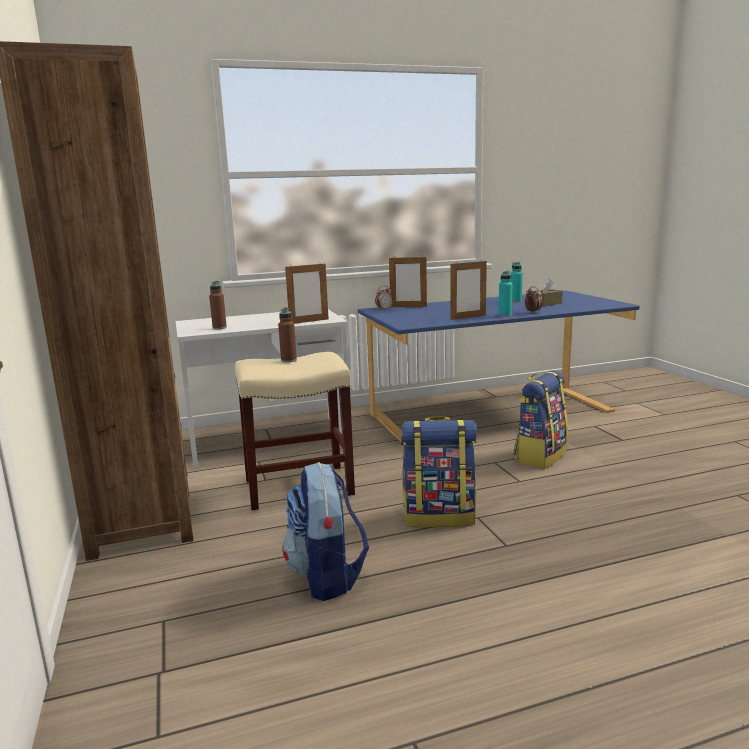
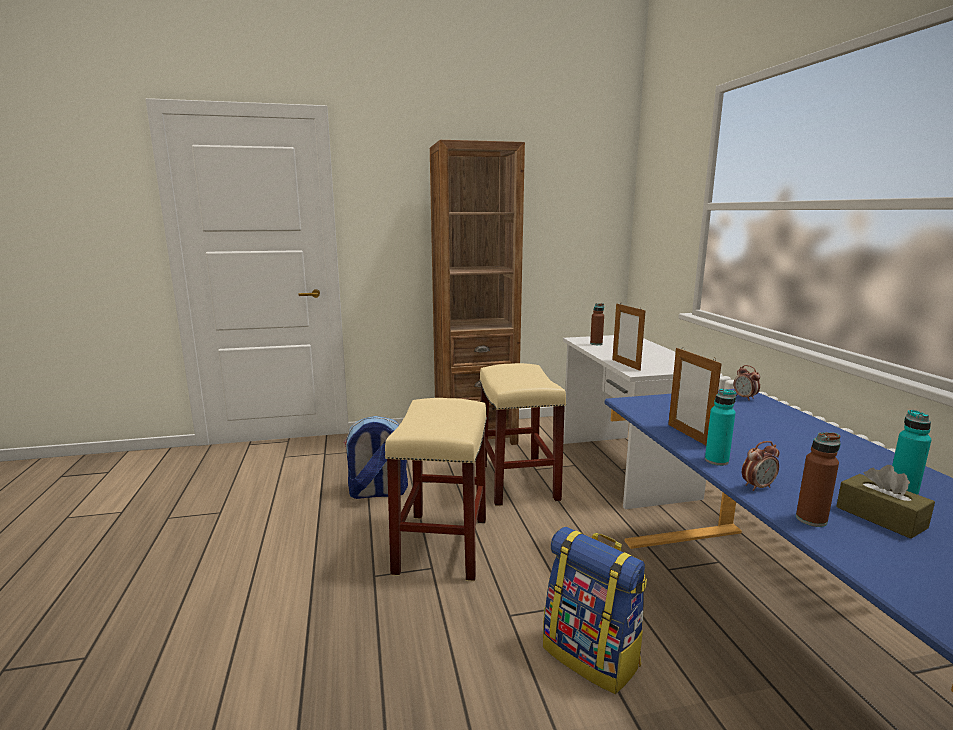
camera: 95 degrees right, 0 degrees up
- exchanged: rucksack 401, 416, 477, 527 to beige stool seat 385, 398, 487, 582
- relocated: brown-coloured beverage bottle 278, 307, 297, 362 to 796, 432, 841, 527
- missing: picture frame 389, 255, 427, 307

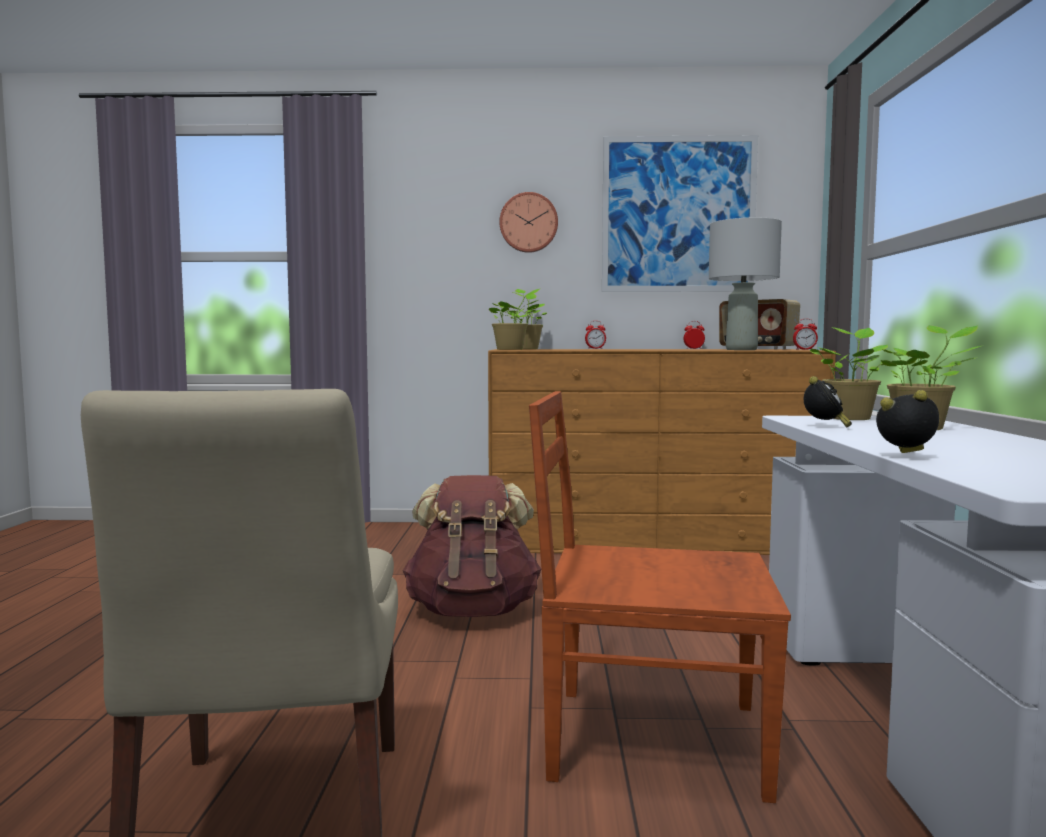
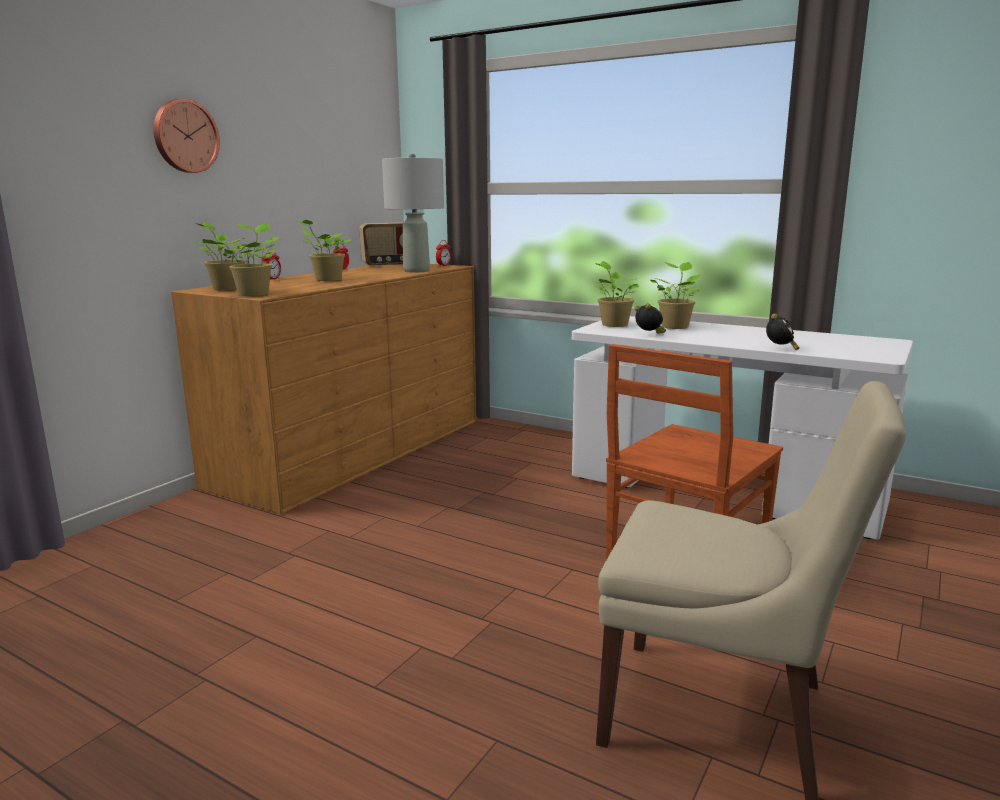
camera: 60 degrees left, 10 degrees up
- appeared: houseplant 296, 220, 352, 281
- spun: alarm clock 876, 390, 939, 453 = 766, 314, 800, 350 150 degrees clockwise
- missing: brown-coloured rucksack 403, 475, 541, 617
- missing: wall picture 602, 135, 758, 292

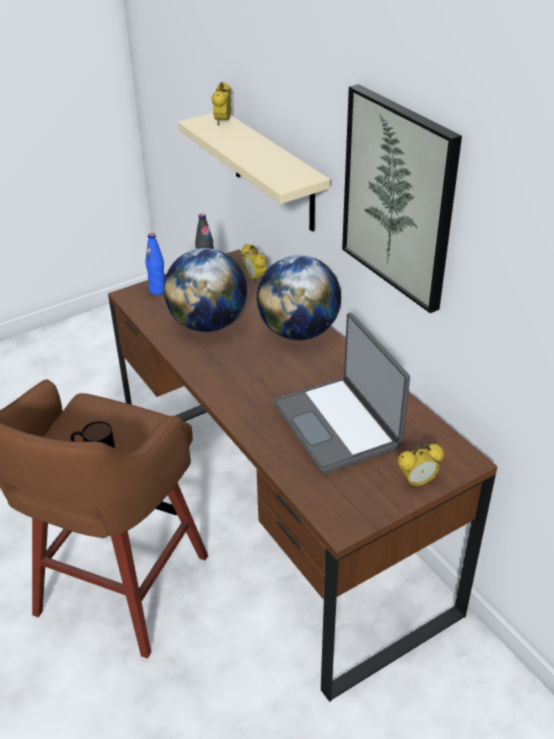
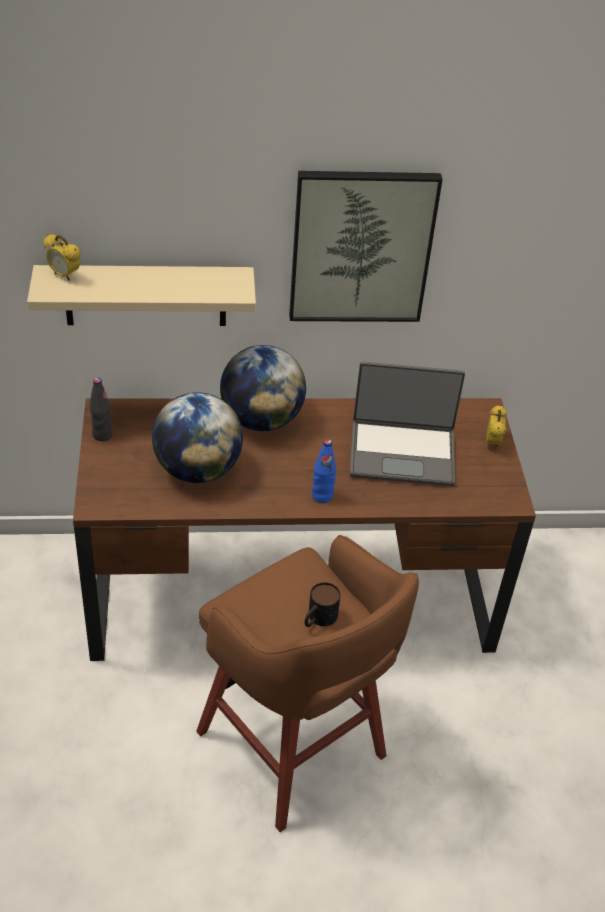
camera: 65 degrees left, 5 degrees up
- relocated: bluish beverage bottle 145, 233, 165, 295 to 312, 439, 336, 503
- missing: alarm clock 241, 244, 267, 283

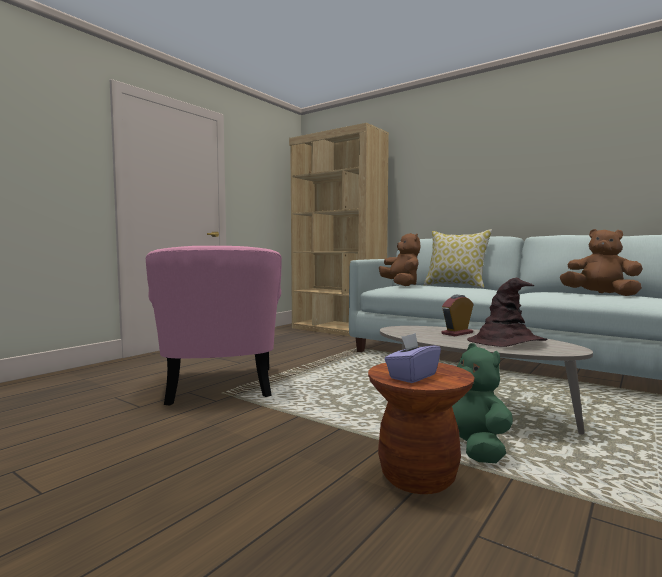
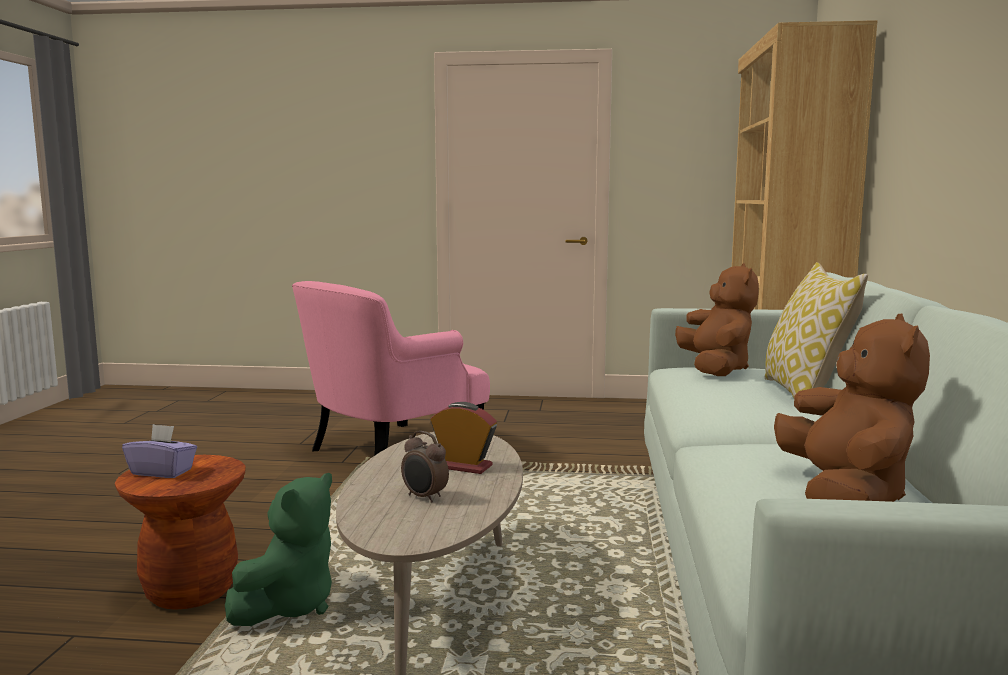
camera: 60 degrees right, 5 degrees up
- exchanged: brown-coloured clothing hat 467, 278, 548, 347 to alarm clock 401, 431, 449, 503
- spun: brown-coloured soft toy 379, 233, 421, 286 = 675, 263, 759, 376 45 degrees counterclockwise

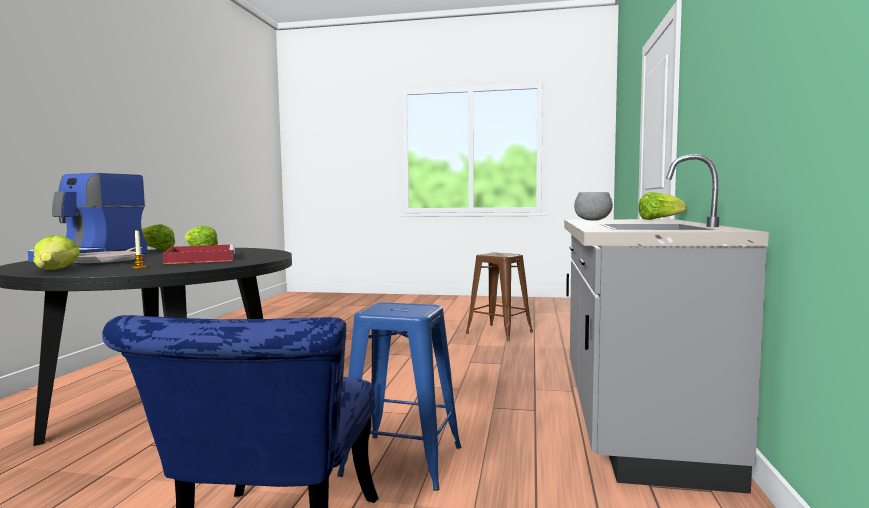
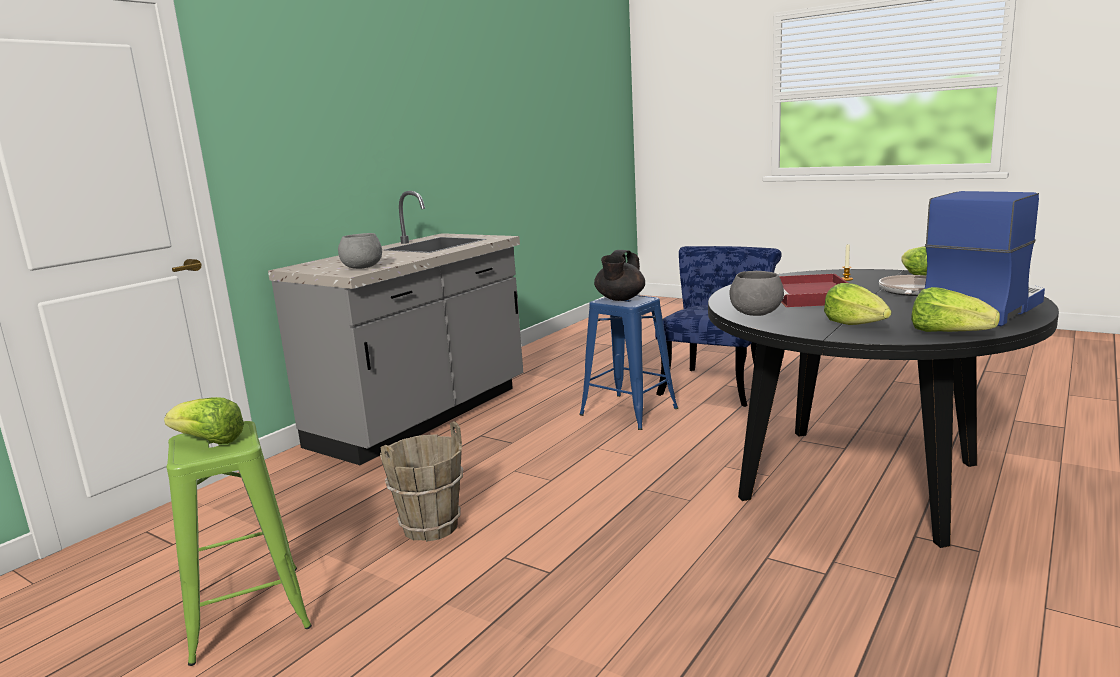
camera: 155 degrees left, 10 degrees up
- relocated: lettuce head 638, 192, 686, 220 to 164, 397, 244, 444
- colour: brown-coloured stool seat 466, 253, 533, 341 to green-coloured stool seat 167, 421, 312, 666
- appeared: brown-coloured bucket 380, 421, 463, 542
- appeared: blackish teapot 594, 250, 645, 301
- appeared: greyish serving bowl 730, 271, 784, 316

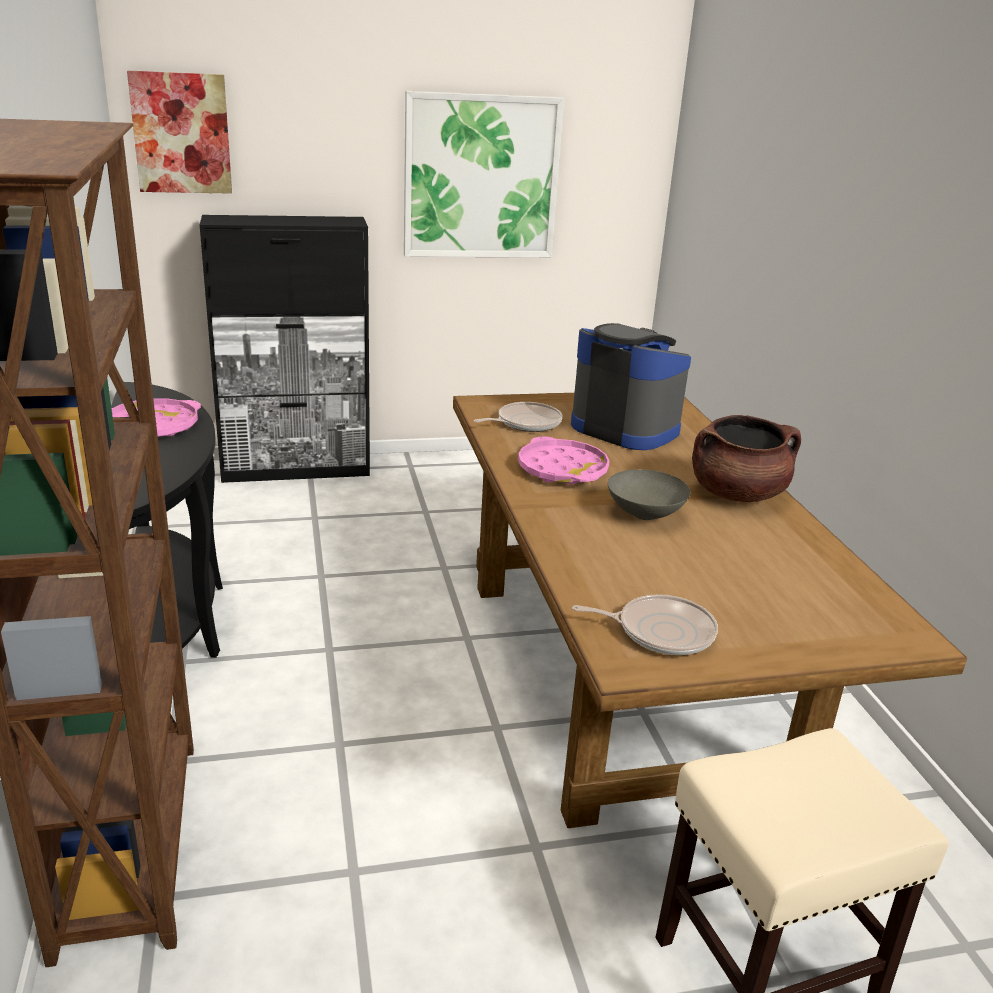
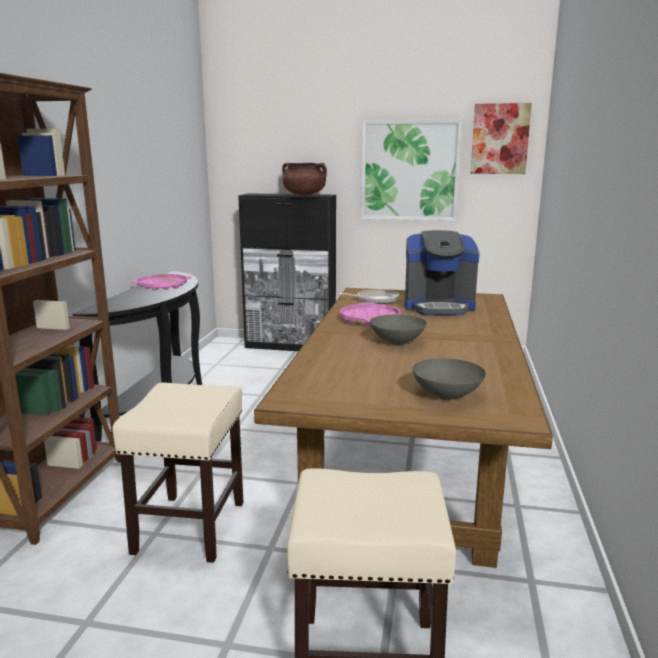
camera: 25 degrees right, 10 degrees down
- appeared: beige stool seat 112, 383, 243, 563
- relocated: brown-coloured stockpot 692, 415, 801, 502 to 282, 163, 327, 195
- spun: coffee brewer 571, 323, 691, 450 = 404, 230, 479, 315 120 degrees clockwise
- appeared: greyish serving bowl 412, 358, 486, 400
- relocated: wall picture 127, 71, 232, 194 to 471, 103, 532, 174
- missing: skillet 572, 594, 718, 655

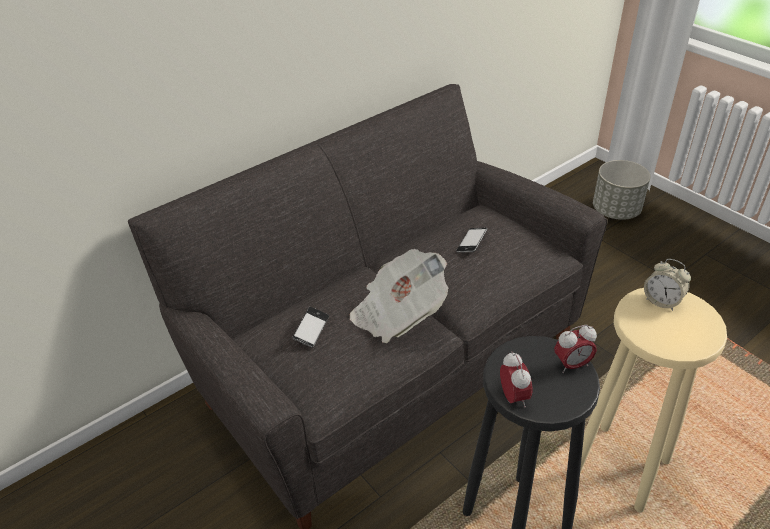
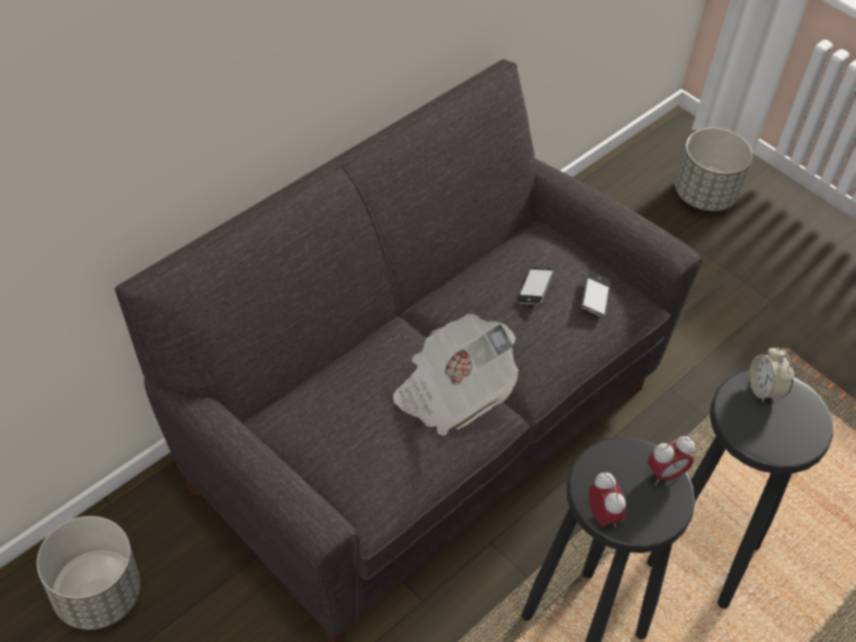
camera: 10 degrees left, 10 degrees up
- appeared: greyish planter 37, 516, 140, 630
- relocated: phone 293, 307, 329, 347 to 582, 271, 610, 318
- colour: beige stool seat 580, 288, 727, 512 to blackish stool seat 647, 370, 833, 609
- spun: alarm clock 644, 259, 691, 311 = 749, 347, 794, 403 45 degrees clockwise

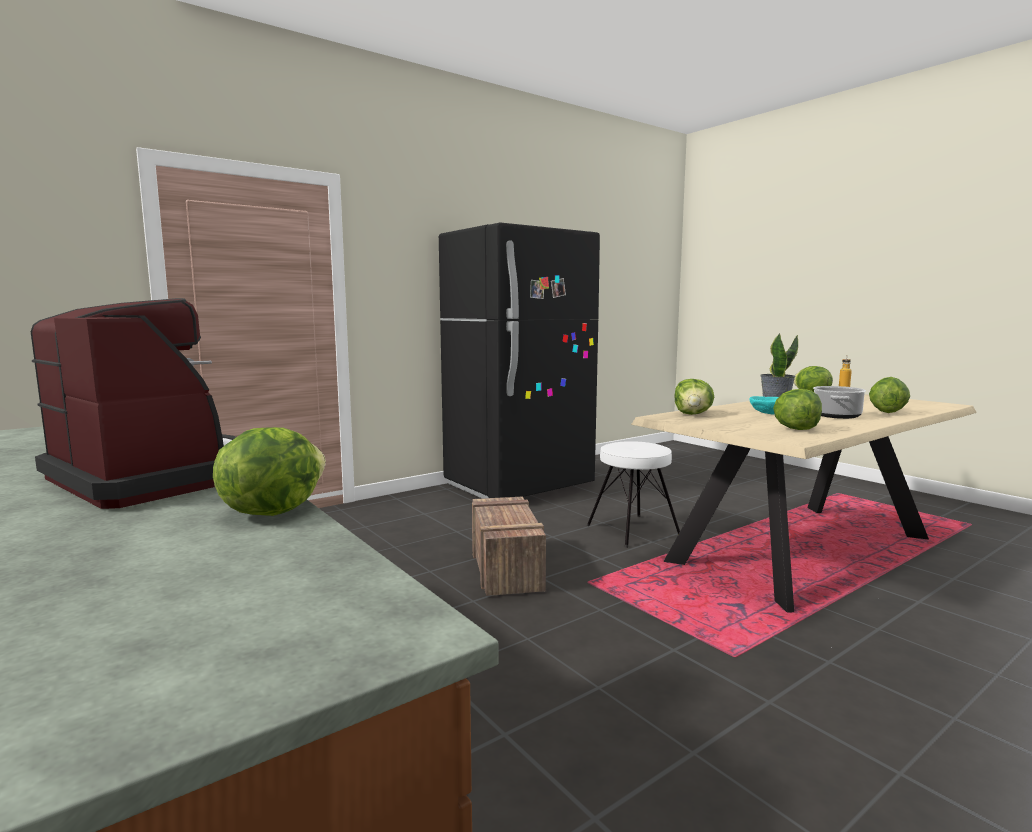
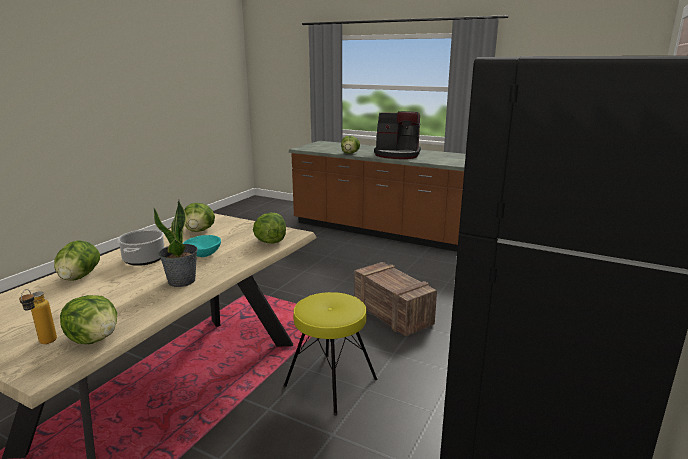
camera: 155 degrees right, 10 degrees up
- colour: white-coloured stool seat 587, 441, 680, 548 to yellow-coloured stool seat 283, 292, 378, 416

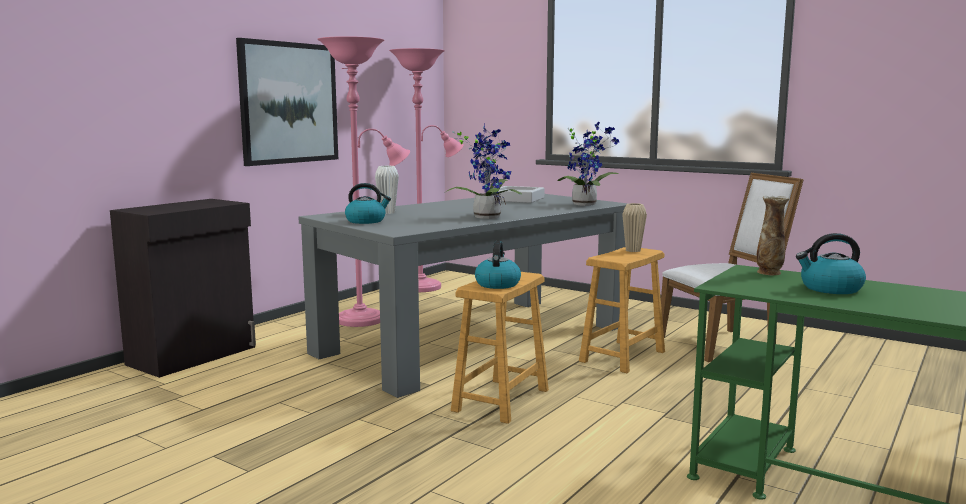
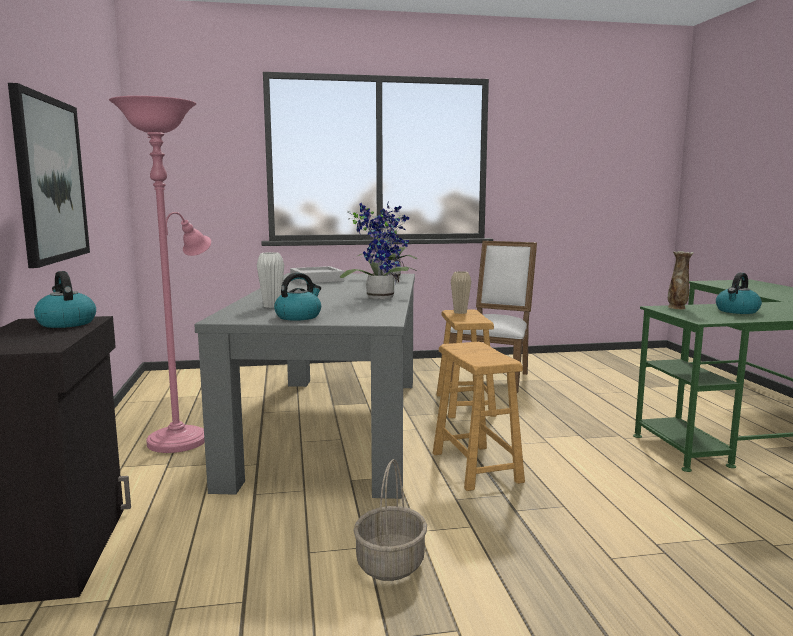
camera: 45 degrees left, 0 degrees up
- relocated: tea kettle 475, 241, 521, 289 to 34, 271, 96, 328
- appeared: basket 353, 459, 427, 581
- missing: pink-coloured standing lamp 389, 48, 464, 292

